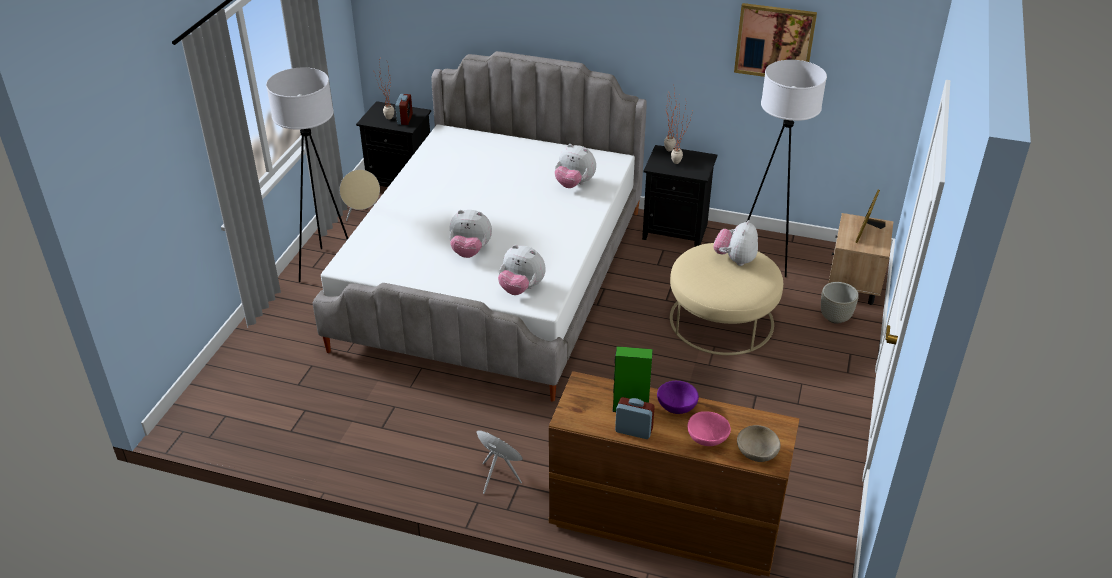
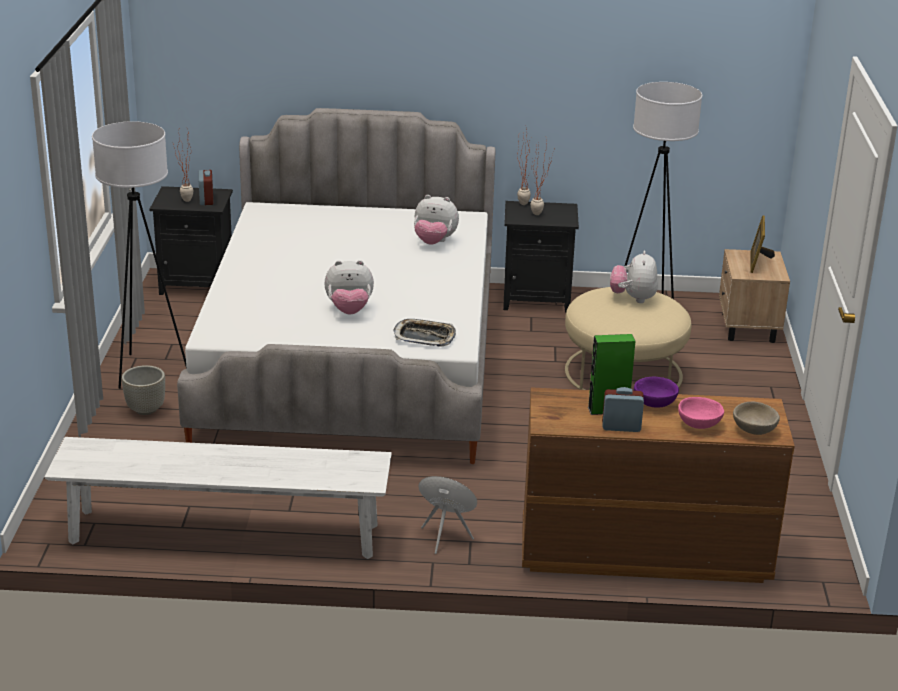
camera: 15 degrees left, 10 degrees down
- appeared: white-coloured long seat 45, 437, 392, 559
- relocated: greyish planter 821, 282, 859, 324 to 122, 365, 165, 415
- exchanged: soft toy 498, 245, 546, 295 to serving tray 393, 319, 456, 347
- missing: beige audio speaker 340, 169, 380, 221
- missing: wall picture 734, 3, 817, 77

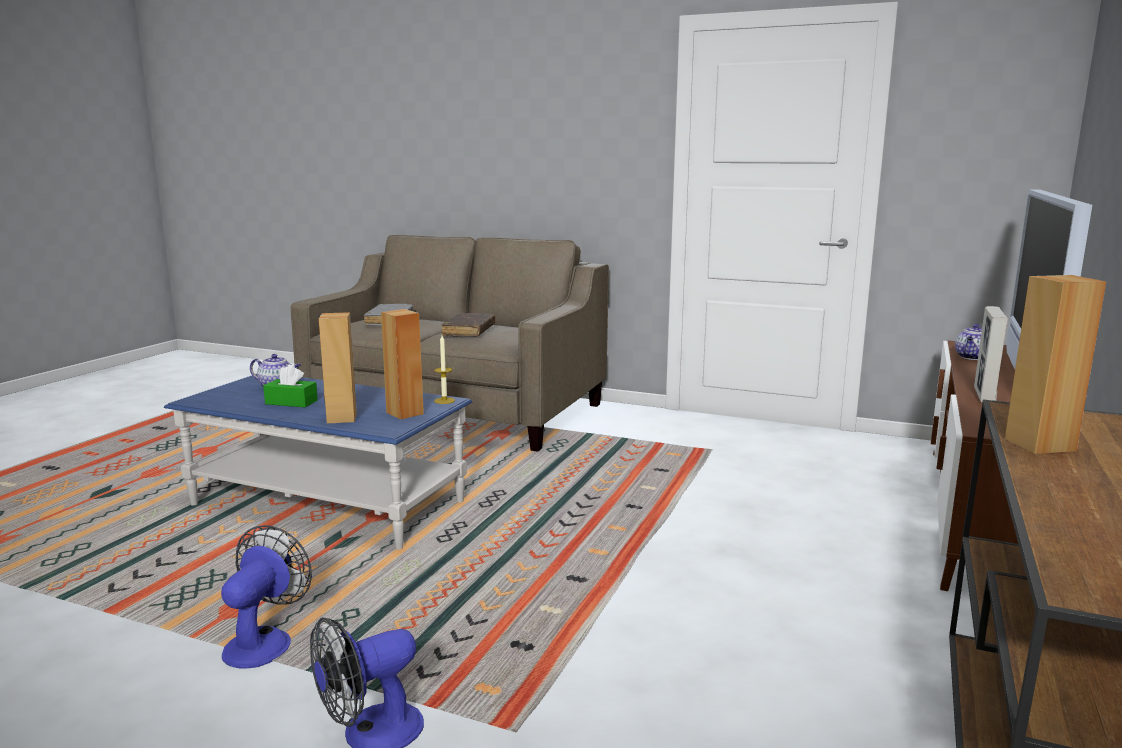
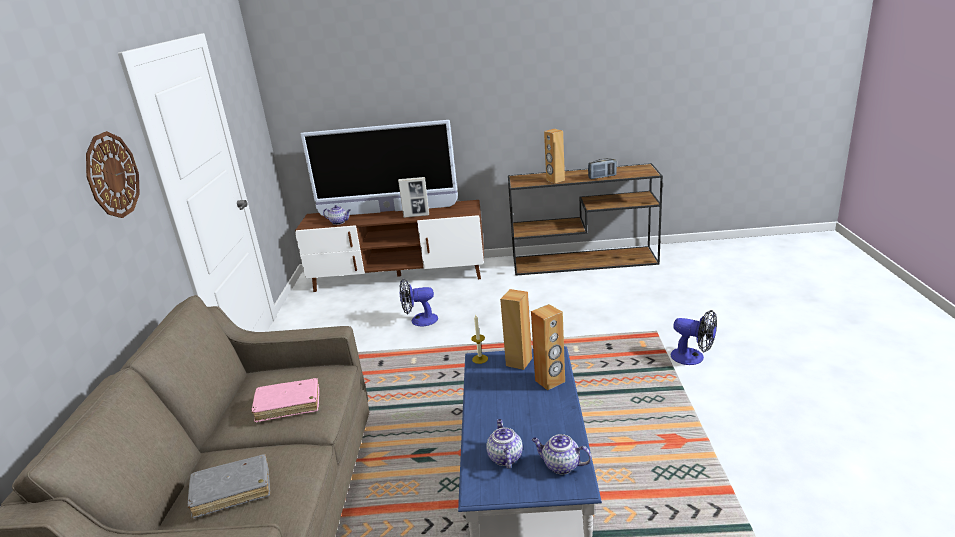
camera: 110 degrees left, 10 degrees up
- appeared: hanging clock 86, 131, 140, 218
- colour: brown-coloured book 442, 313, 495, 337 to pink-coloured book 251, 378, 319, 423
- relocated: electric fan 221, 525, 312, 669 to 400, 279, 438, 326
- appeared: teapot 531, 434, 592, 474
- appeared: radio set 588, 158, 617, 179
- missing: green-coloured tissue box 263, 365, 318, 407

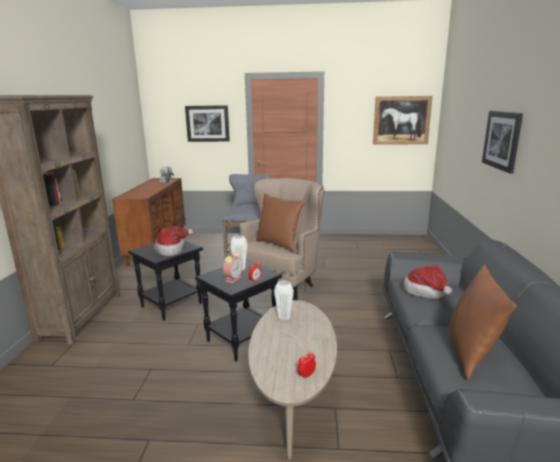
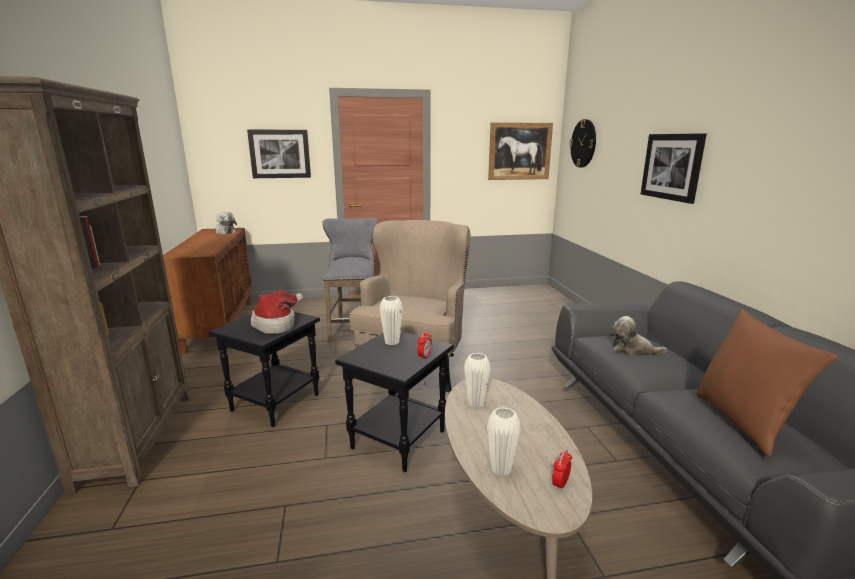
camera: 15 degrees left, 0 degrees up
- appeared: white-coloured flower vase 487, 407, 521, 476
- appeared: hanging clock 569, 119, 596, 168
- exchanged: clothing hat 403, 265, 452, 299 to soft toy 612, 316, 667, 356
- missing: alarm clock 223, 252, 243, 283
- missing: brown-coloured cushion 256, 193, 305, 252

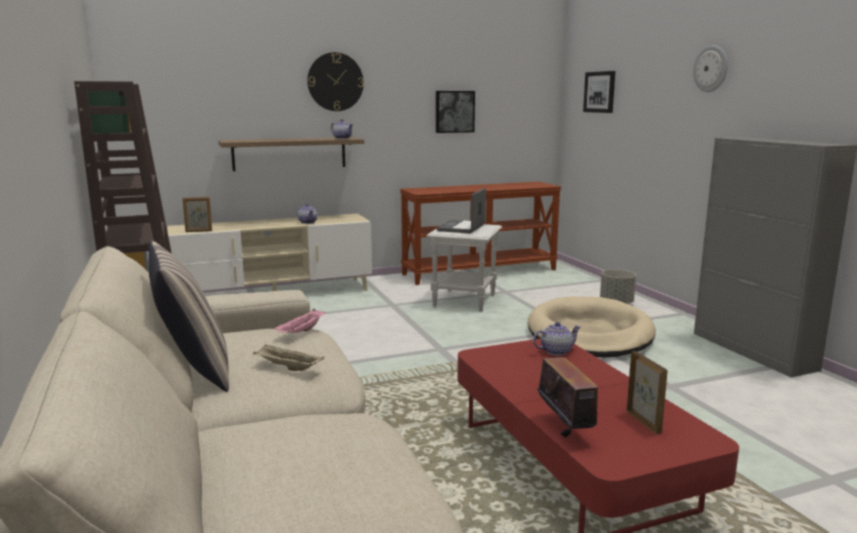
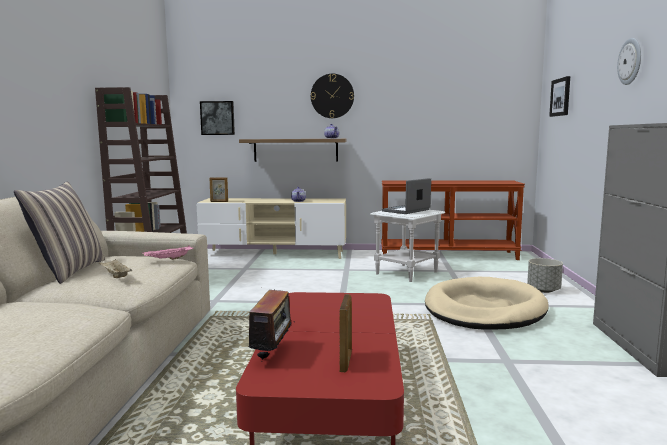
camera: 25 degrees right, 5 degrees down
- relocated: wall picture 436, 91, 475, 133 to 200, 101, 235, 135
- missing: teapot 533, 322, 581, 355

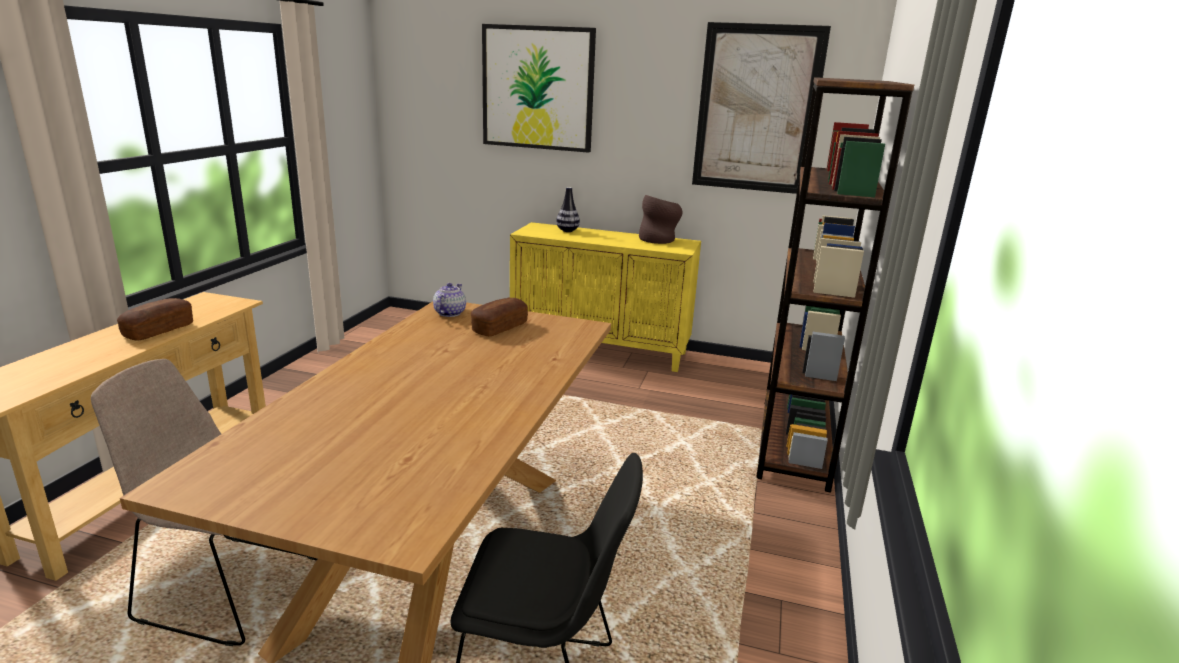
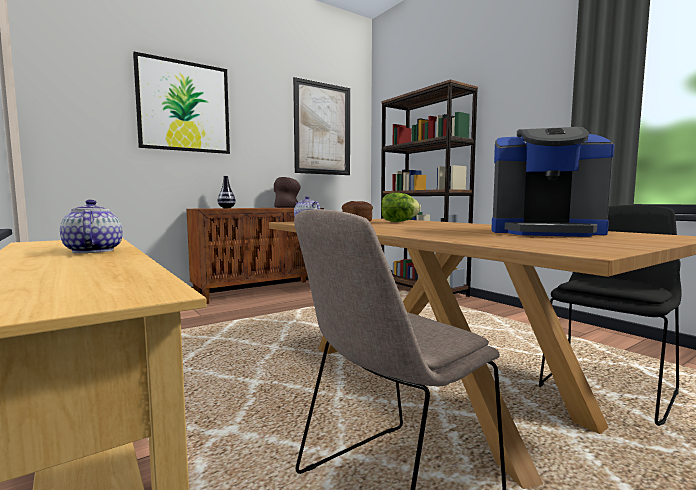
camera: 50 degrees left, 15 degrees down
- exchanged: baked bread 117, 298, 193, 341 to teapot 60, 200, 123, 253
- colour: yellow-coloured storage cabinet 510, 222, 701, 372 to brown-coloured storage cabinet 187, 208, 324, 304
- appeared: lettuce head 381, 193, 421, 222
- appeared: coffee brewer 491, 127, 615, 237

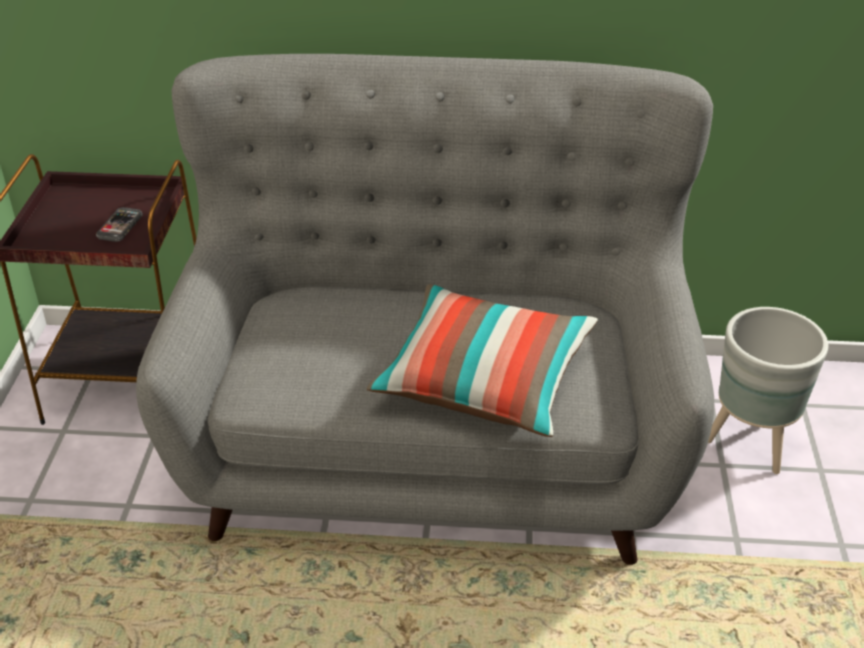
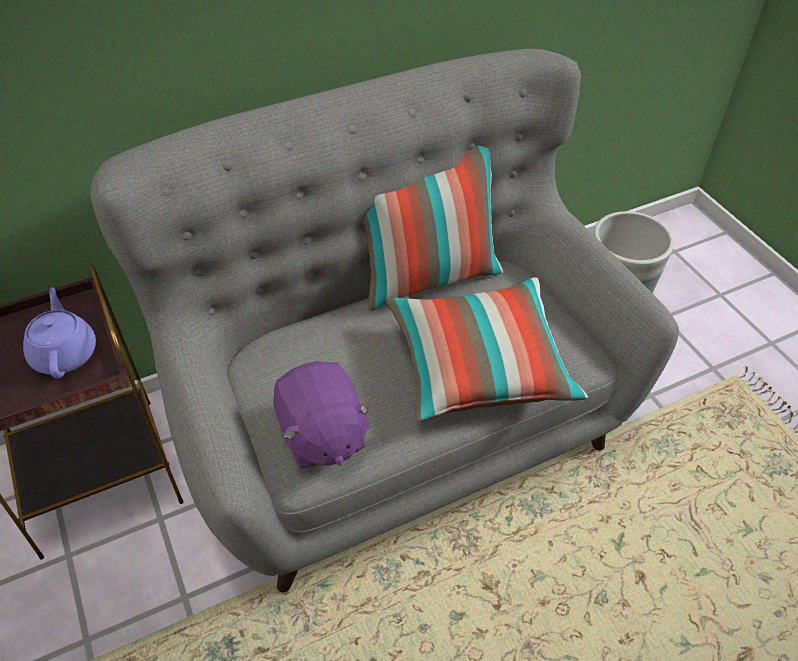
camera: 30 degrees left, 10 degrees up
- exchanged: phone 96, 207, 143, 242 to purple-coloured teapot 23, 287, 96, 378
- appeared: purple-coloured soft toy 273, 361, 373, 468
- appeared: cushion 364, 146, 503, 311

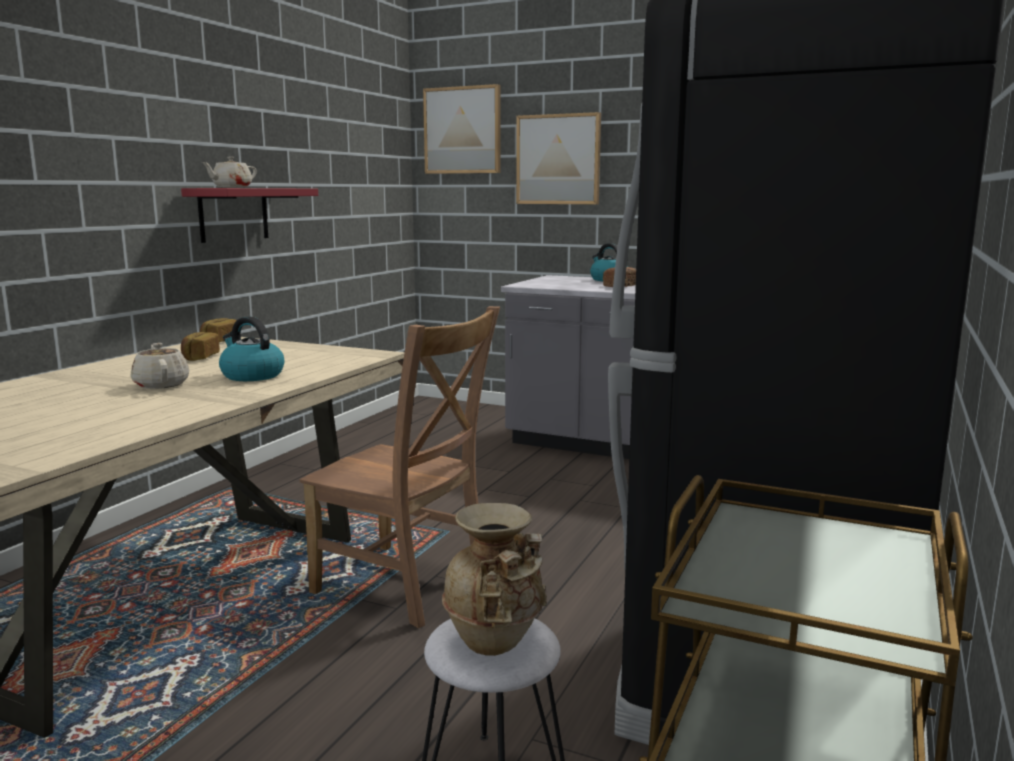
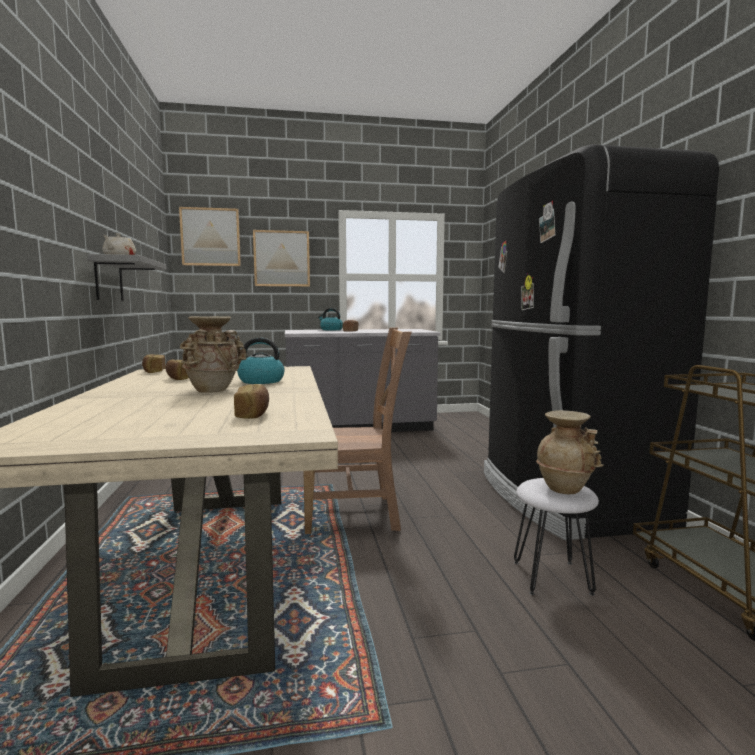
camera: 35 degrees left, 5 degrees down
- colour: reddish bracket shelf 181, 188, 318, 243 to greyish bracket shelf 87, 254, 167, 301
- exchanged: beige teapot 131, 343, 189, 389 to beige flower vase 180, 316, 247, 393
- appeared: baked bread 234, 384, 269, 419

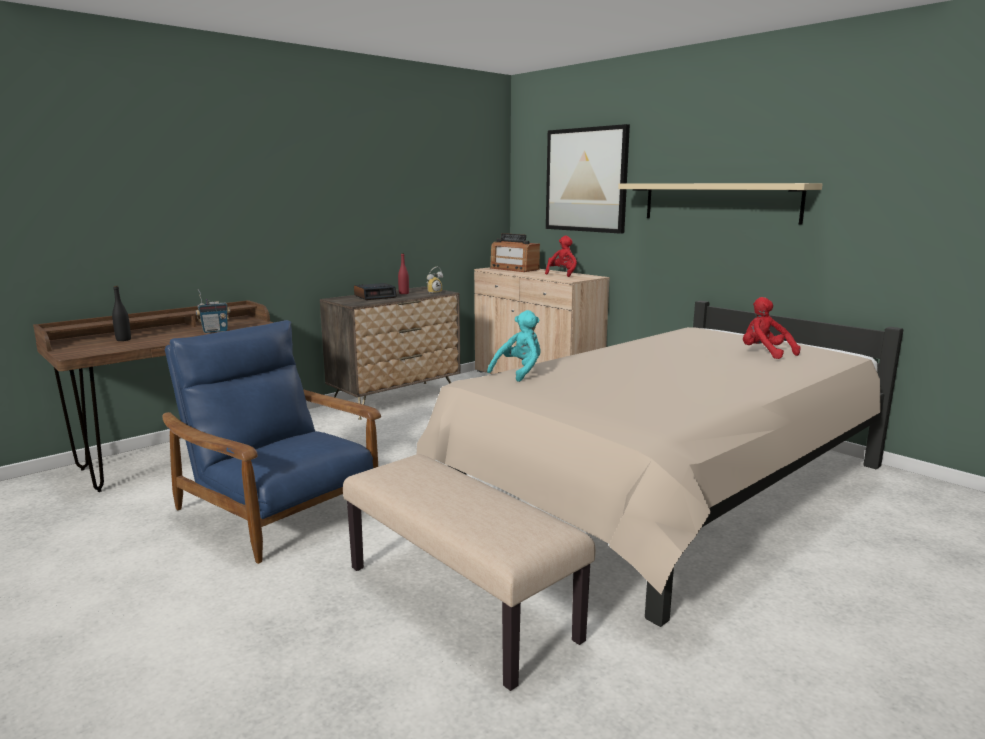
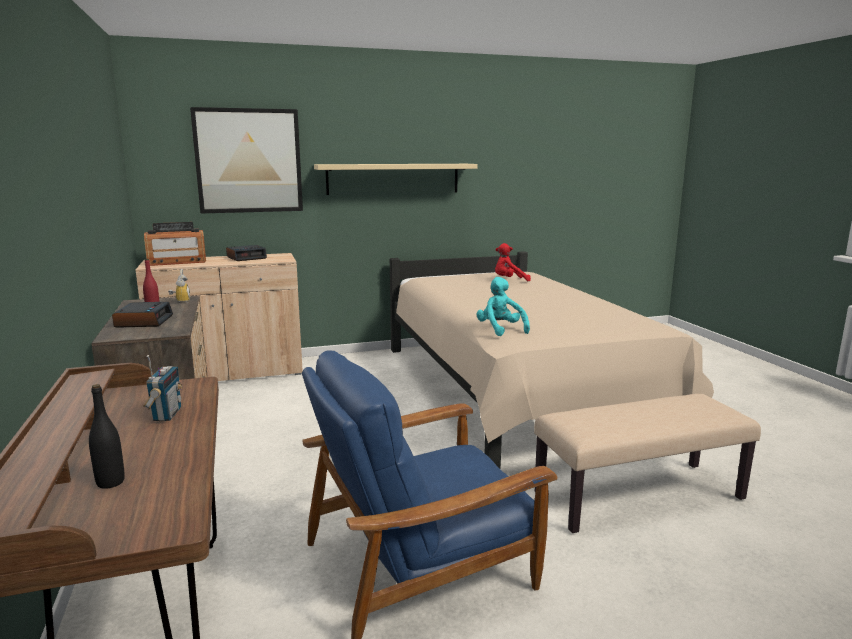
camera: 65 degrees left, 0 degrees up
- exchanged: reddish soft toy 545, 236, 577, 277 to alarm clock 226, 245, 267, 261

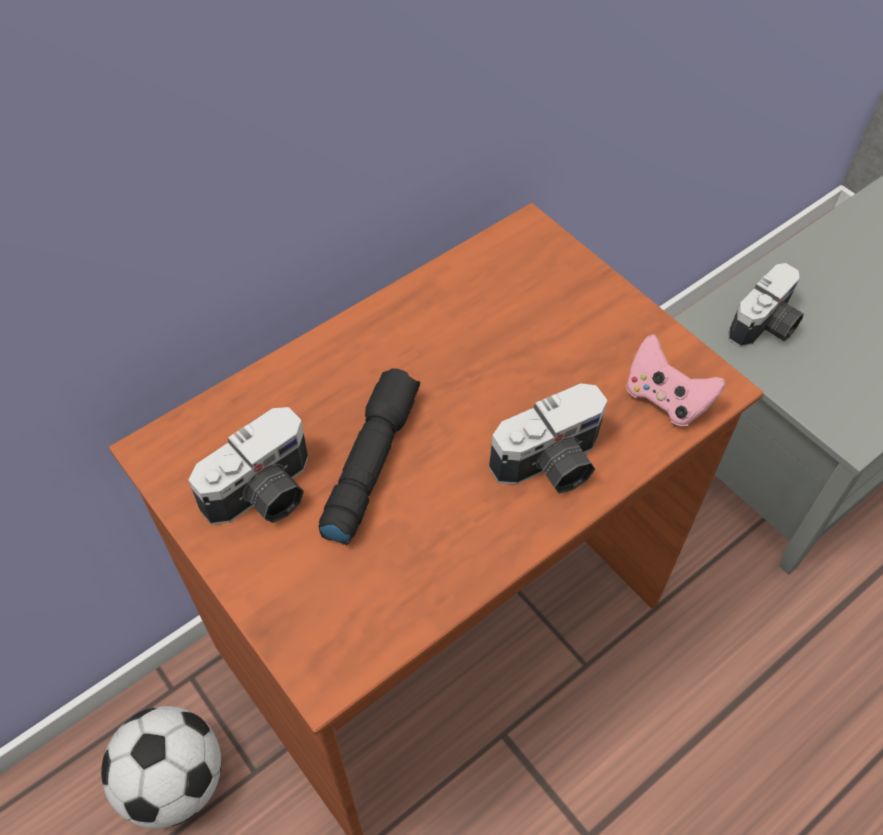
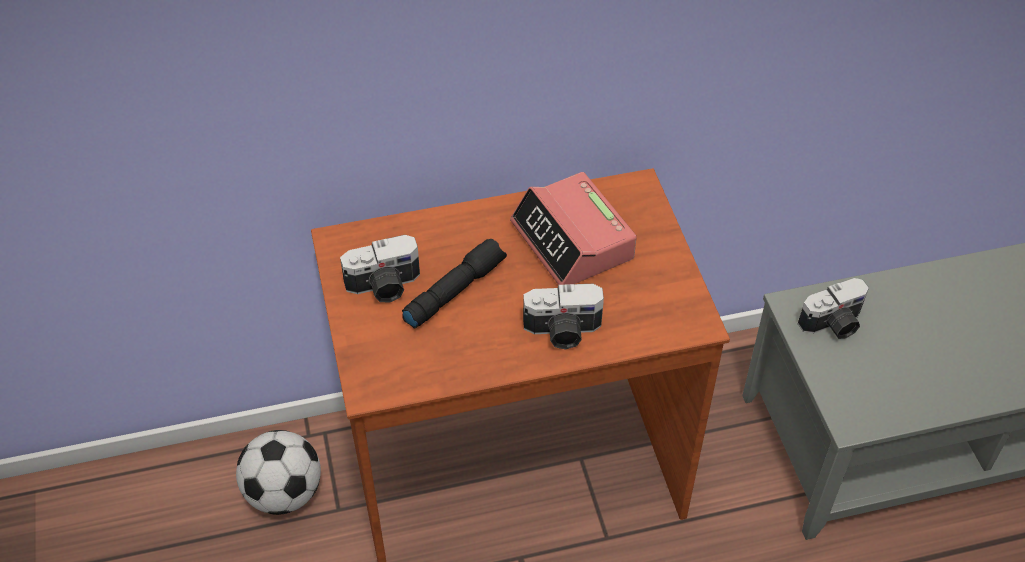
camera: 25 degrees right, 5 degrees down
- appeared: alarm clock 510, 172, 637, 285
- missing: pink-coloured joypad 626, 334, 725, 426

